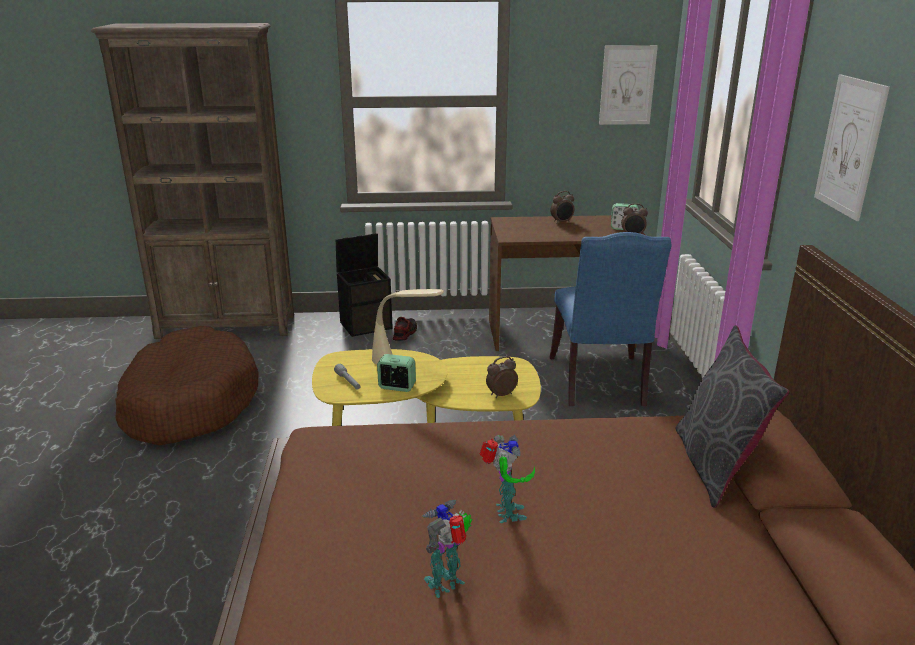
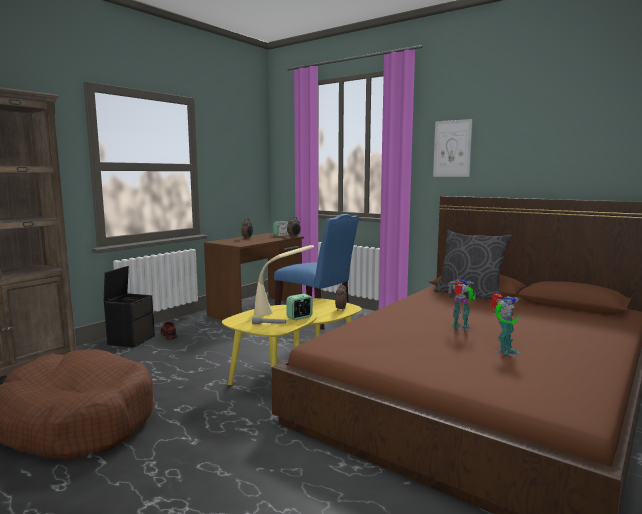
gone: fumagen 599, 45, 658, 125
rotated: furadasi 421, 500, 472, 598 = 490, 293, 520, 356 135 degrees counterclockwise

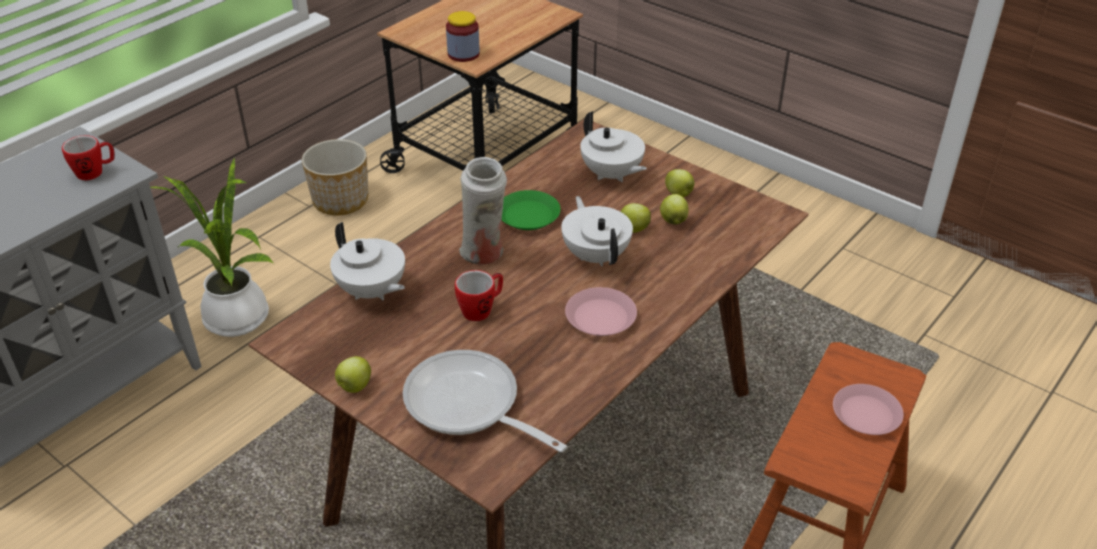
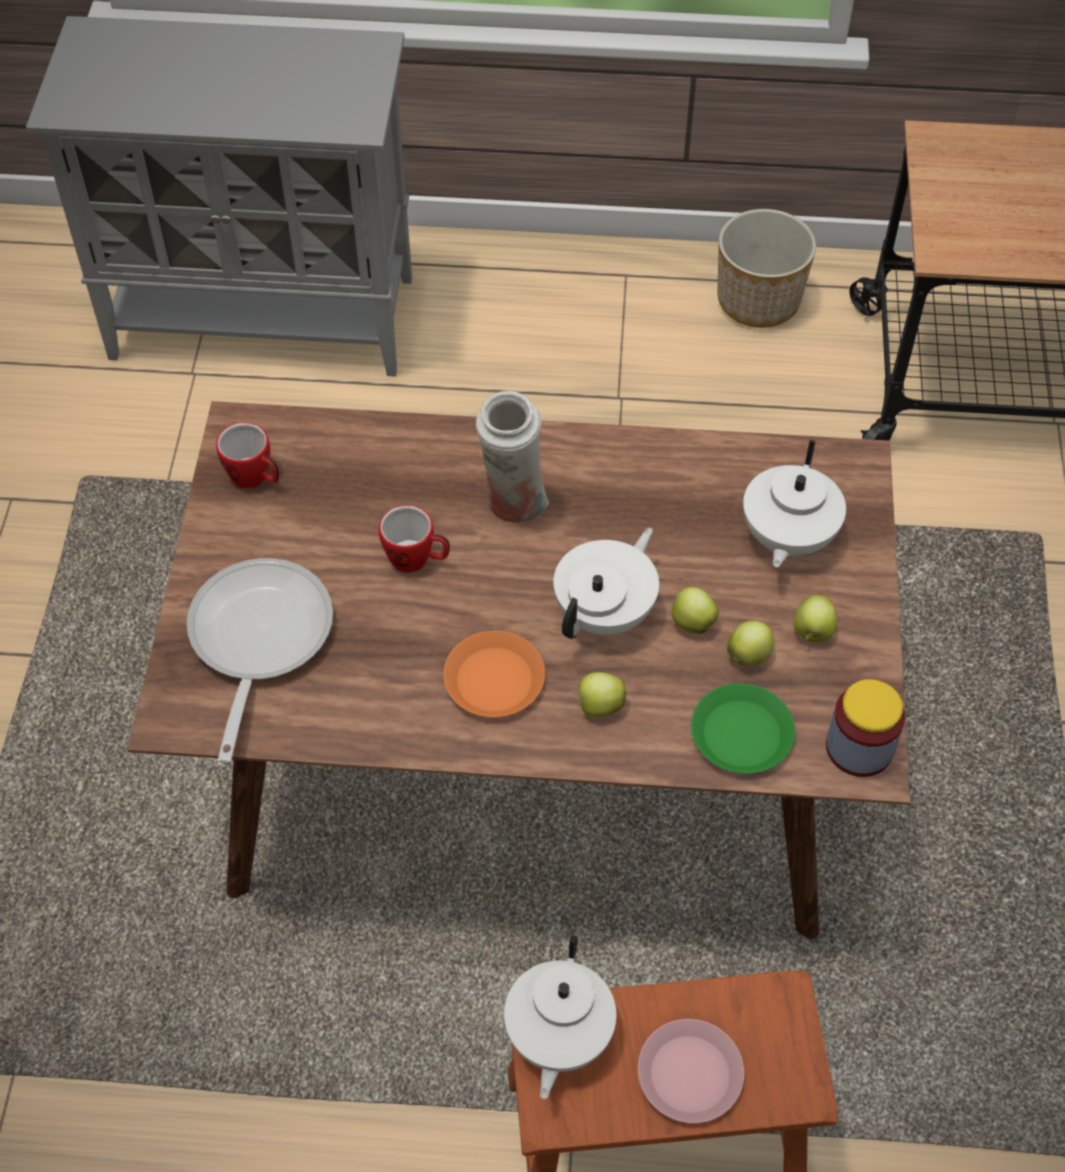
gone: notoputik 150, 157, 275, 337
shifted: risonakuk 446, 11, 480, 62 to 826, 679, 905, 777; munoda 62, 135, 115, 180 to 216, 422, 279, 488; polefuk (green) 502, 190, 561, 230 to 691, 683, 795, 774; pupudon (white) 330, 222, 405, 300 to 504, 935, 616, 1099; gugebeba 335, 356, 371, 393 to 573, 672, 626, 718
repainted: polefuk (pink) 565, 287, 637, 336 to polefuk (orange) 443, 631, 545, 717

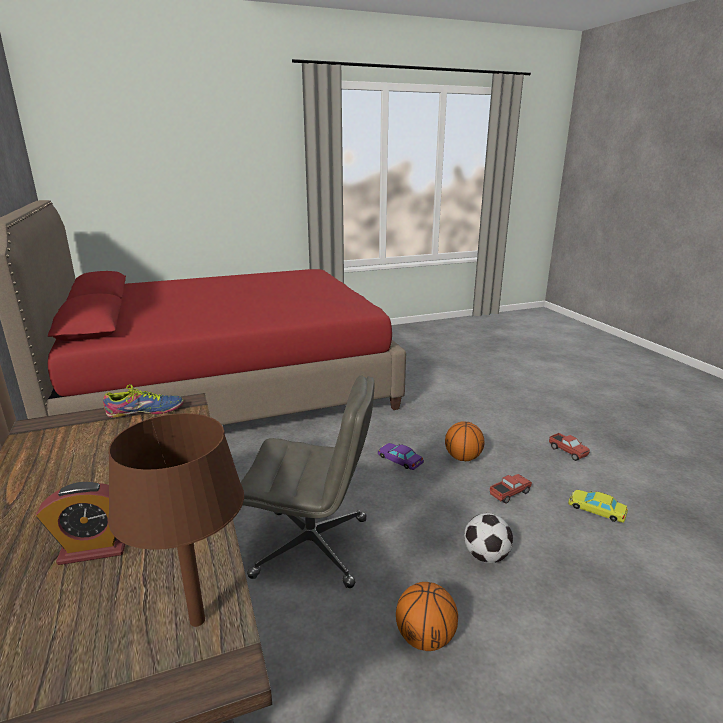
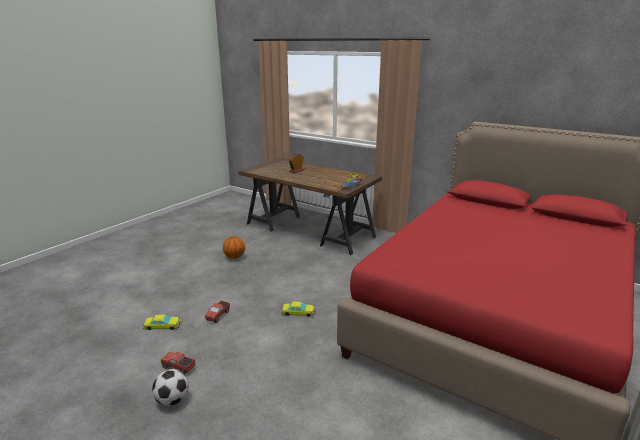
gone: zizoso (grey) 240, 376, 374, 588; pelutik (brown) 108, 413, 244, 627; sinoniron 445, 421, 484, 461
shifted: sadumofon 464, 513, 513, 563 to 152, 369, 189, 406
repainted: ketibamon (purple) 378, 443, 424, 470 to ketibamon (yellow) 281, 301, 315, 317

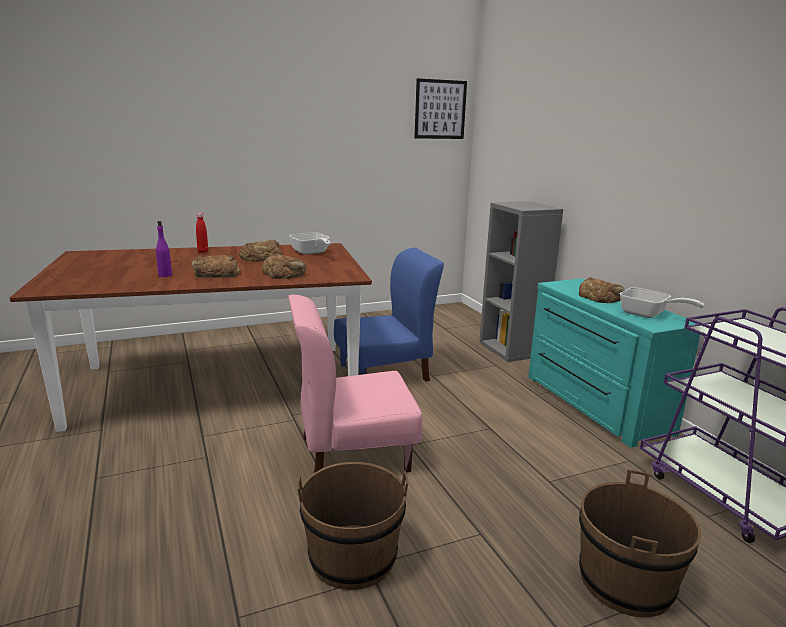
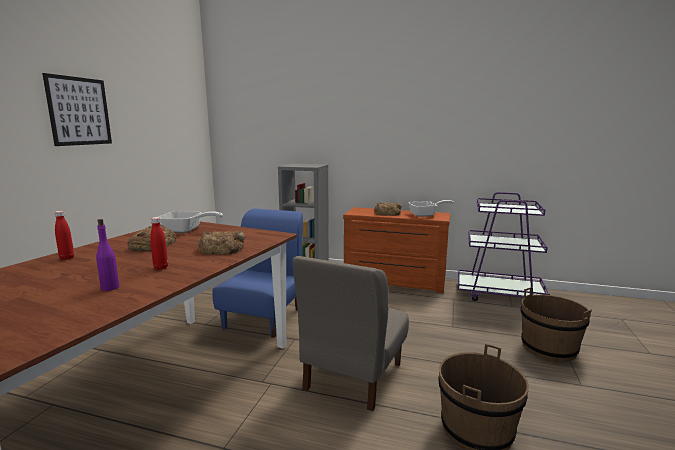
shifted: fumagen 414, 78, 467, 139 to 42, 73, 112, 146
swapped: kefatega 191, 255, 240, 278 to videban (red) 150, 217, 168, 270
repainted: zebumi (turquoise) 528, 278, 700, 448 to zebumi (brown) 343, 207, 450, 294; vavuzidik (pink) 288, 295, 423, 474 to vavuzidik (grey) 292, 256, 409, 411

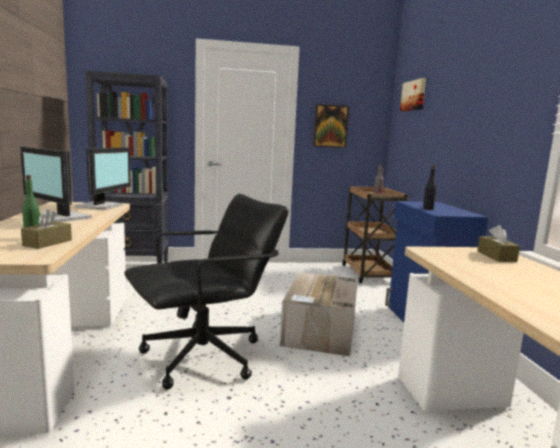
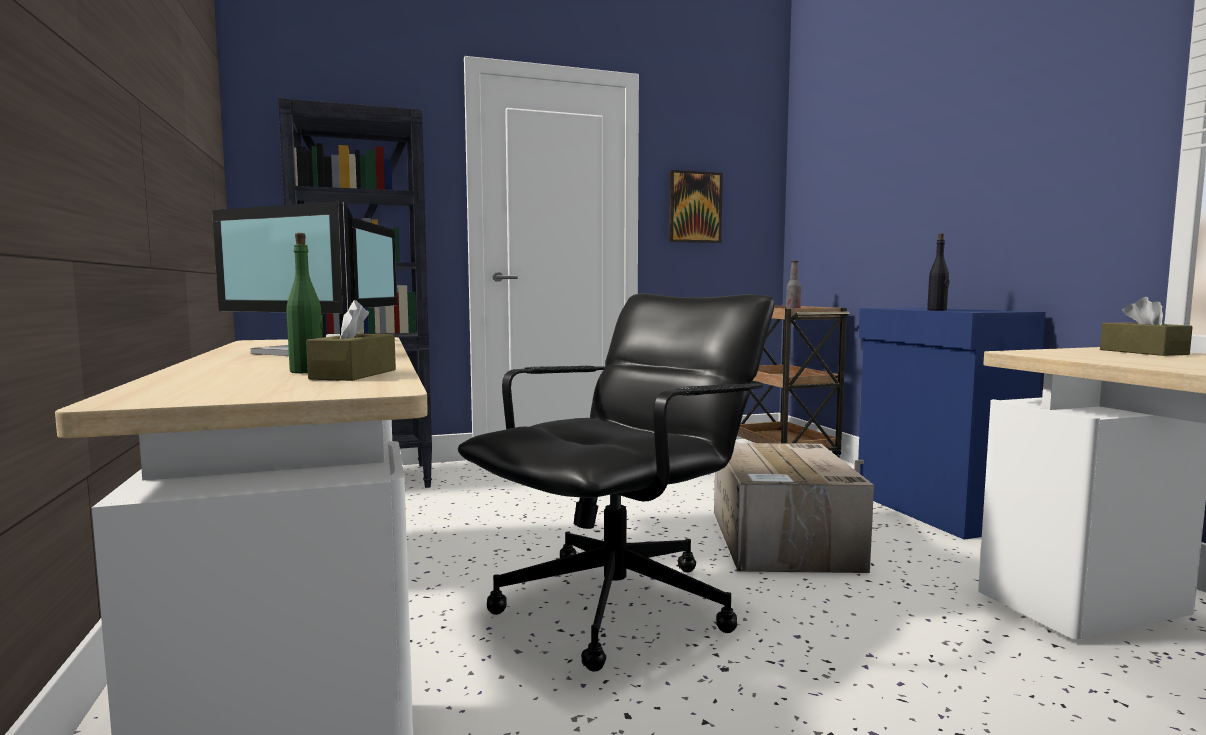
gone: fumagen 400, 78, 426, 112

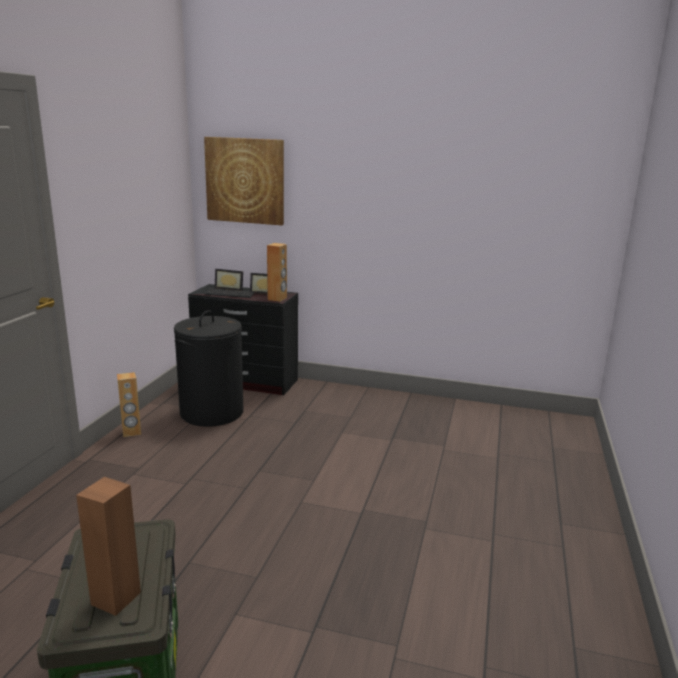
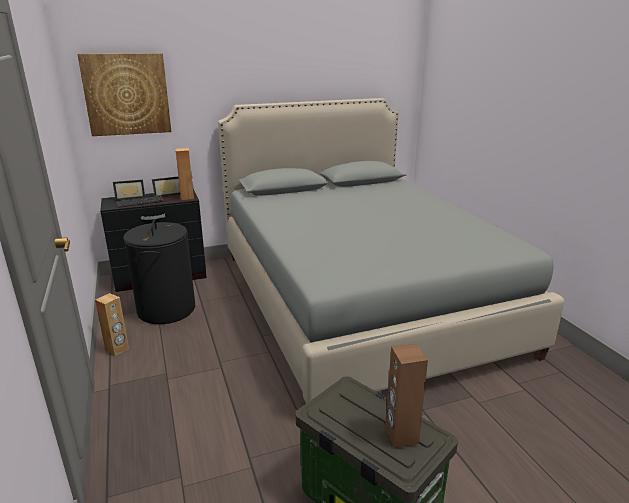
new: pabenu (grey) 218, 98, 565, 404

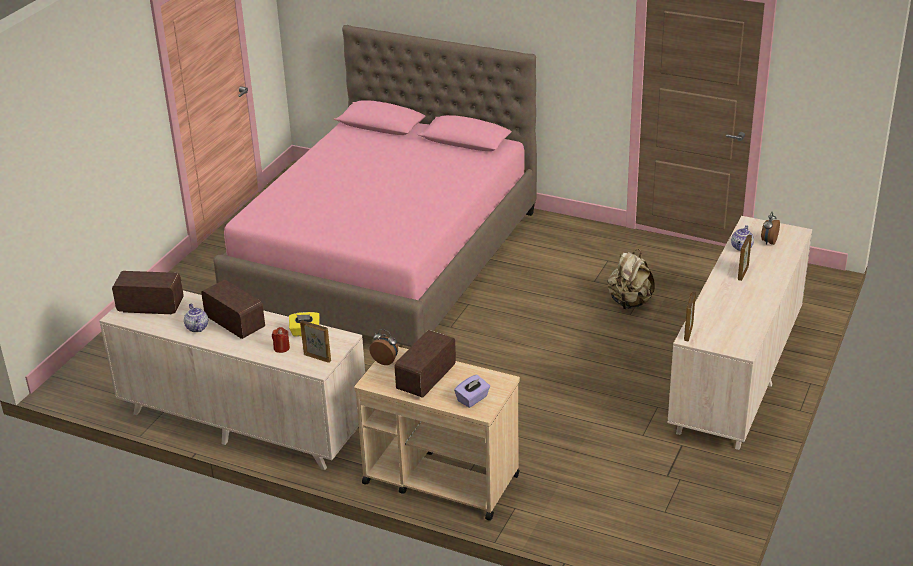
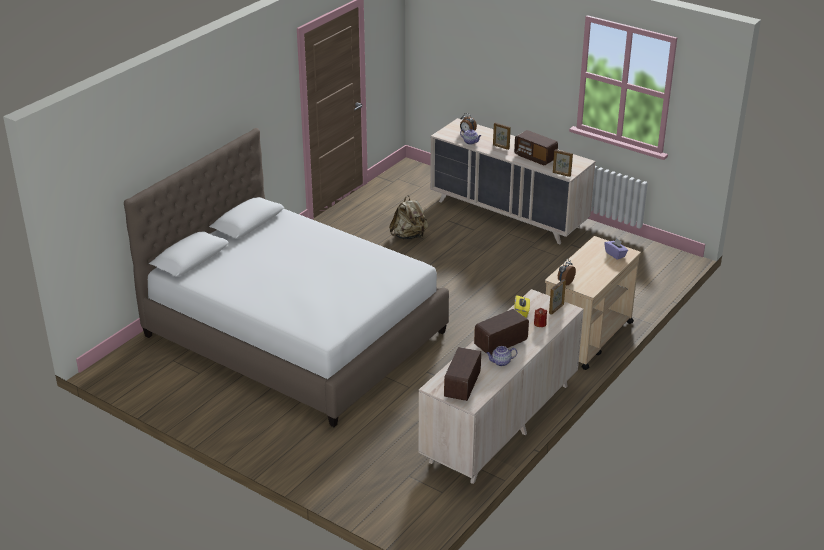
shifted: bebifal 395, 330, 456, 398 to 514, 130, 558, 165
repainted: pabenu (pink) 213, 25, 537, 347 to pabenu (white) 124, 128, 449, 427

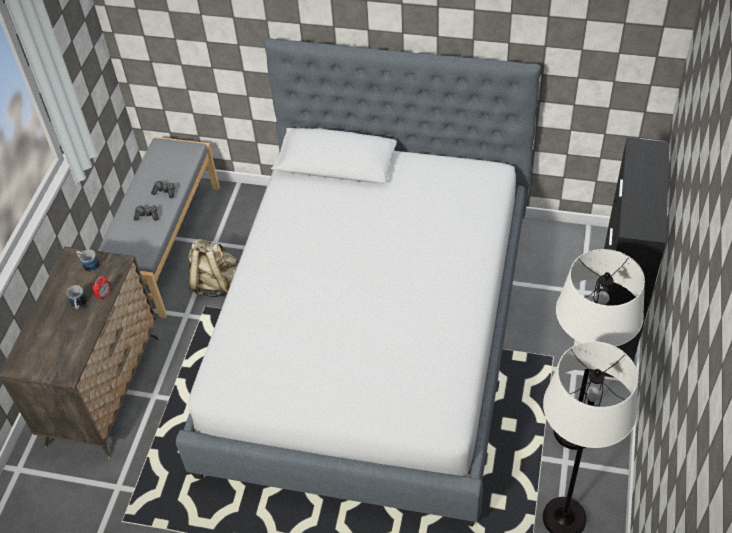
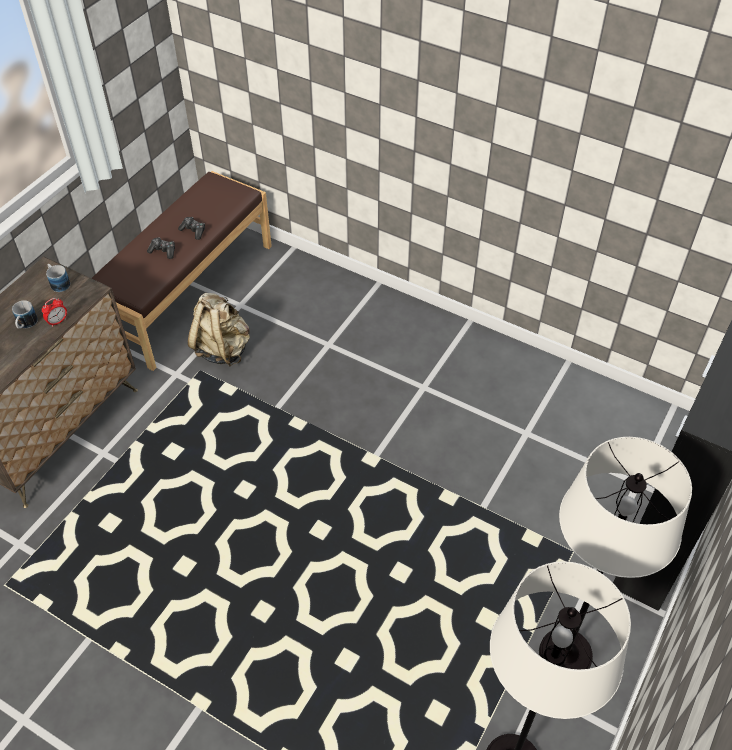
gone: pabenu 176, 38, 541, 527
repainted: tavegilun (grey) 98, 137, 220, 318 to tavegilun (brown) 92, 171, 272, 371

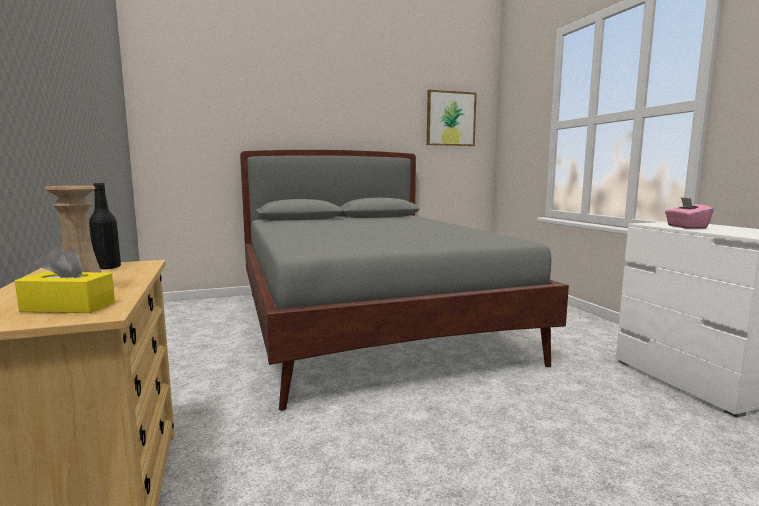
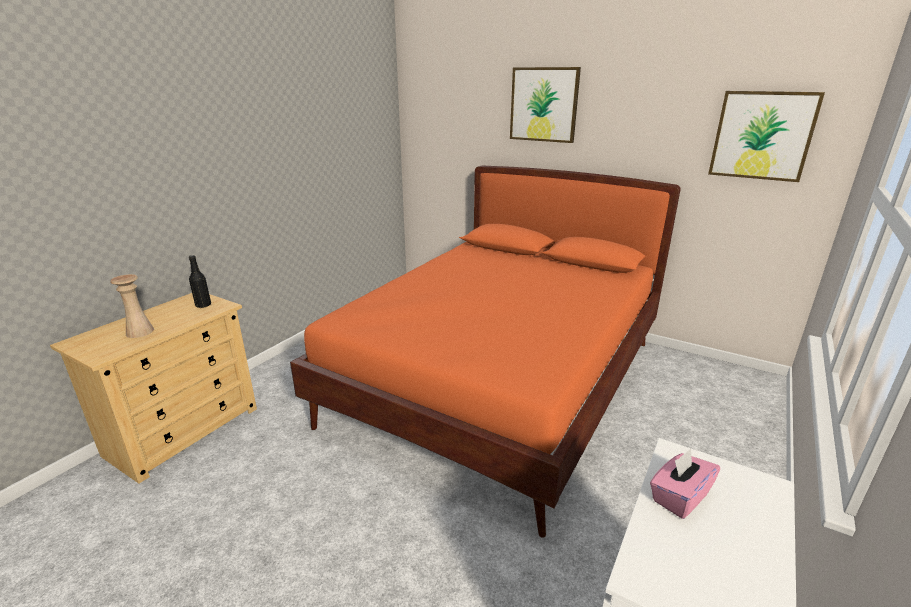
gone: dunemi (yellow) 15, 246, 115, 313
new: fumagen 510, 67, 581, 143
repainted: pabenu (grey) 240, 150, 569, 411 to pabenu (orange) 290, 166, 680, 538

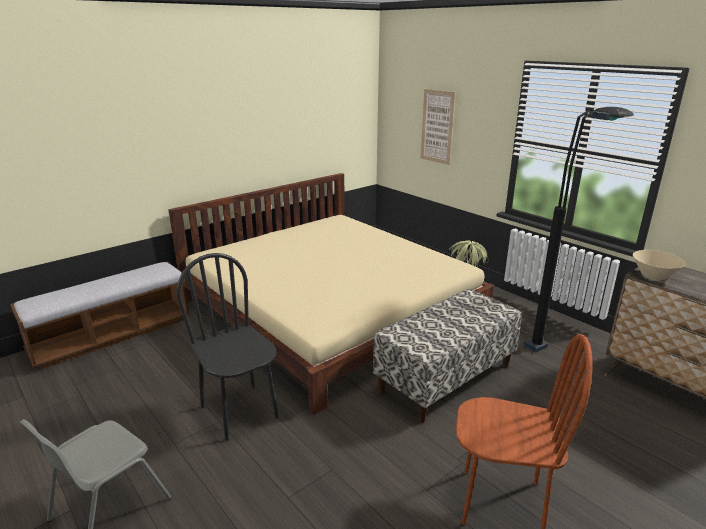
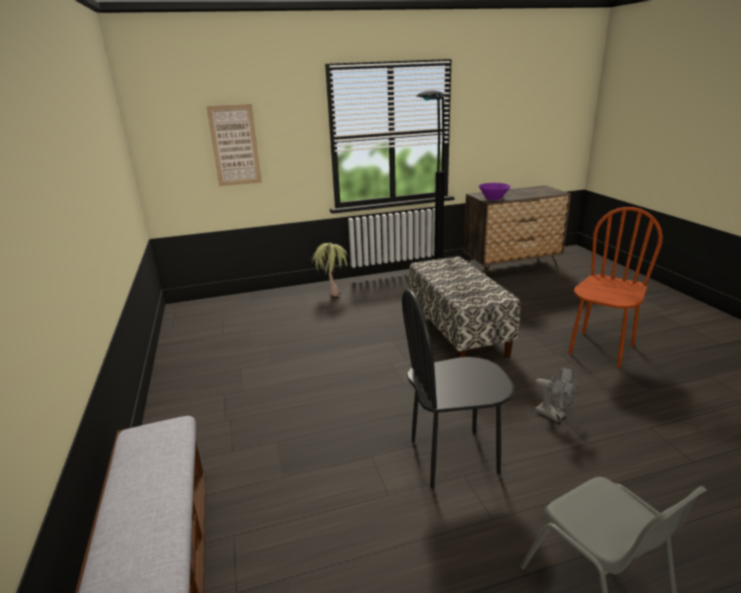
gone: pabenu (beige) 168, 173, 494, 415
new: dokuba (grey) 535, 367, 579, 422
repainted: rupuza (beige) 633, 250, 685, 280 to rupuza (purple) 479, 183, 511, 200

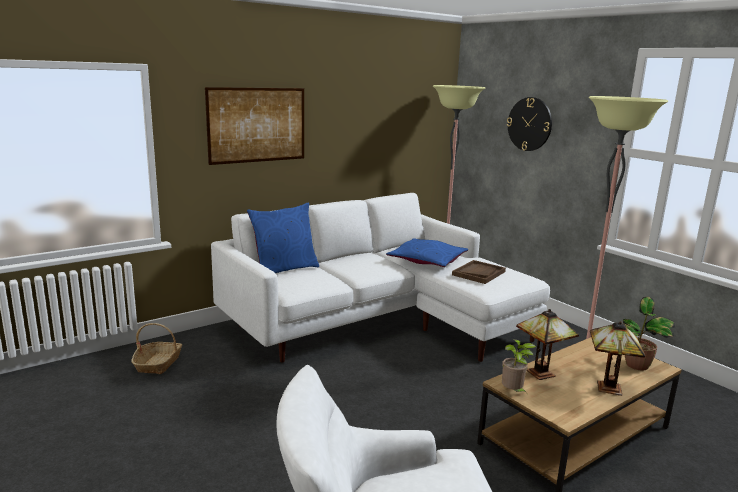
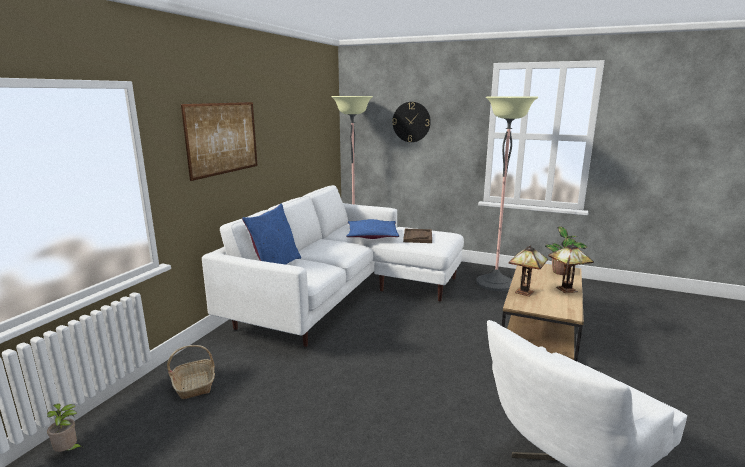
shifted: notoputik 502, 339, 536, 393 to 47, 404, 83, 452

